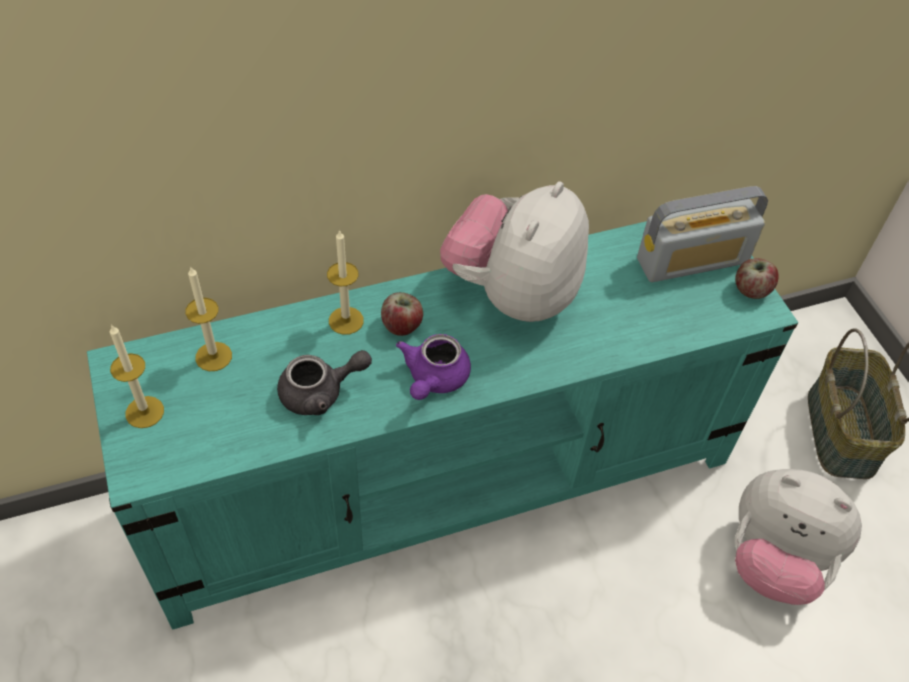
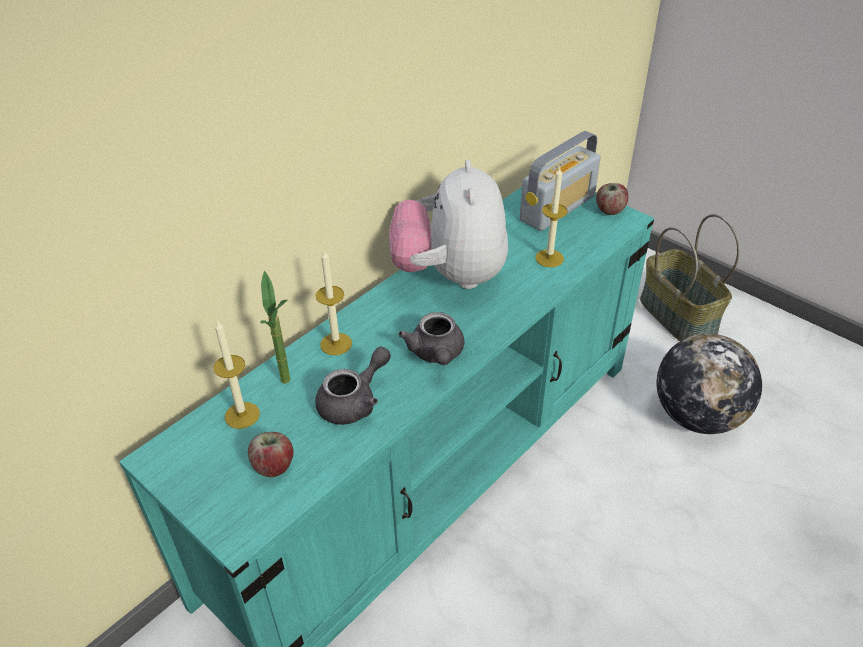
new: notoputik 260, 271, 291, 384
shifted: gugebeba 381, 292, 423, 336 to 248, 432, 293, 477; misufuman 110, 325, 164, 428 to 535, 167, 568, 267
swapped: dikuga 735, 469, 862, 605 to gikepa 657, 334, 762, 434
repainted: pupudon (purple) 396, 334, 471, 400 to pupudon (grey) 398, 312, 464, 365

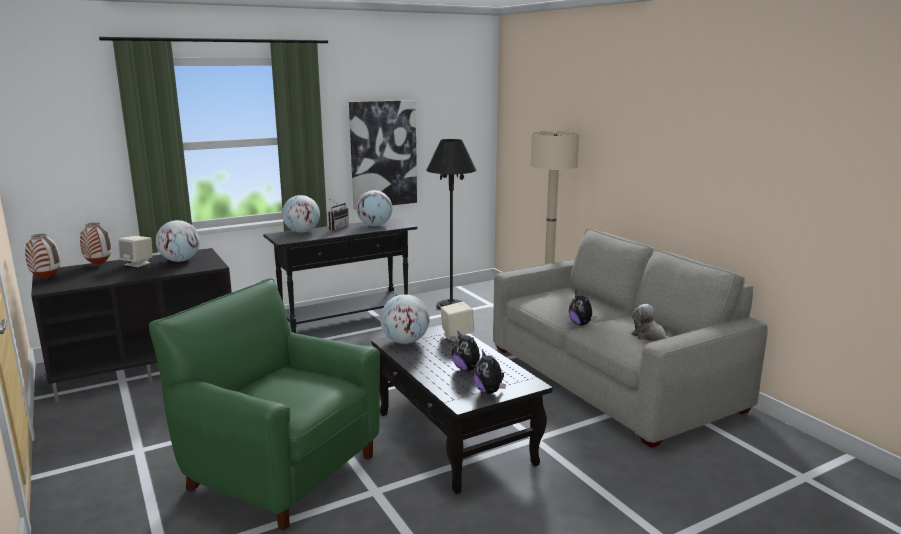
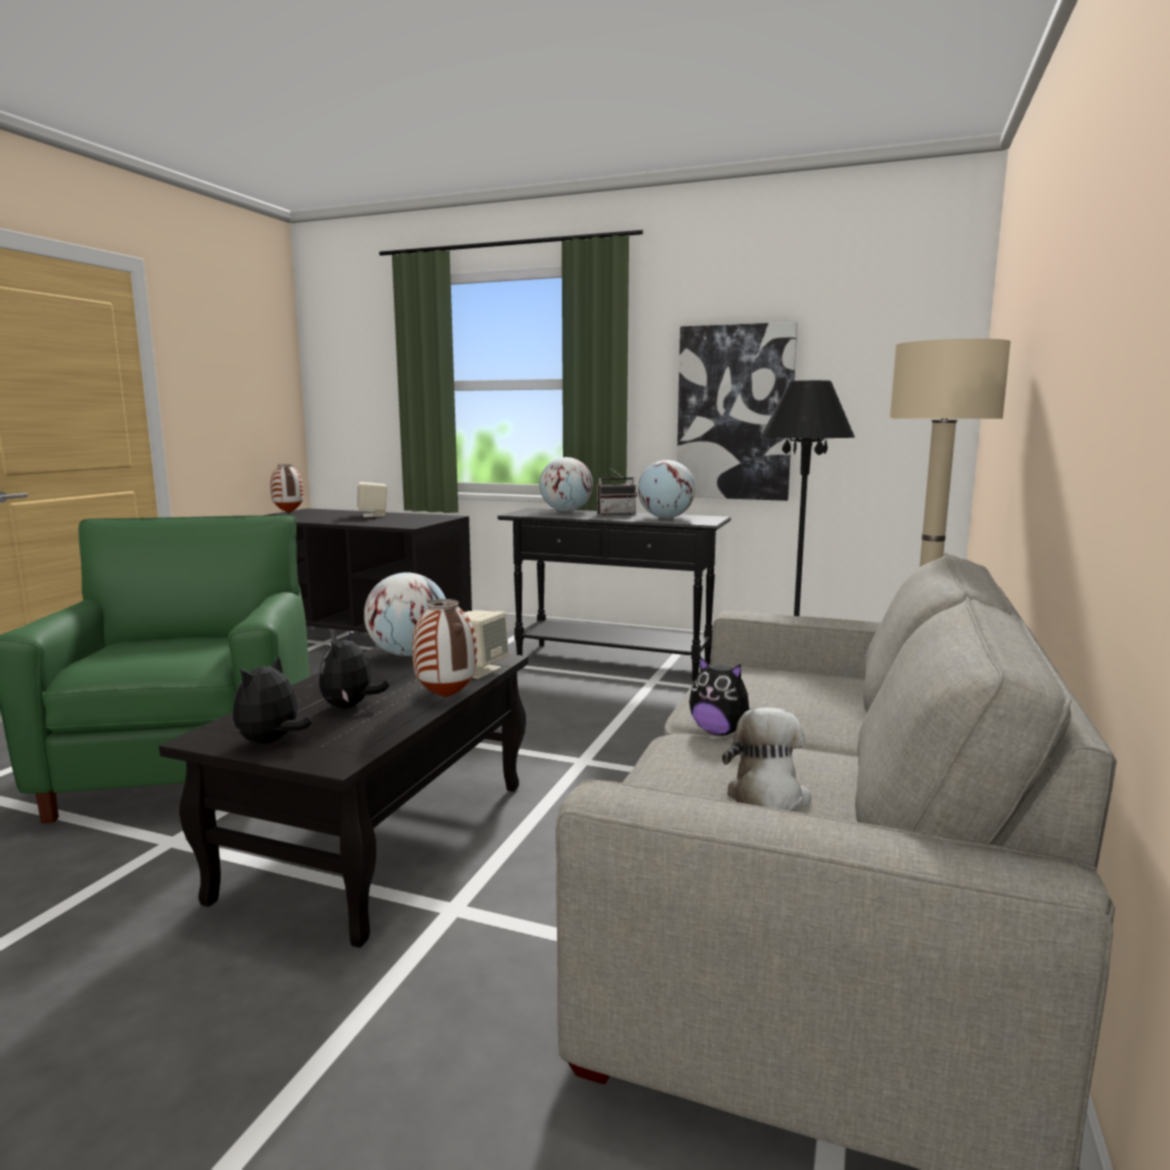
gone: gikepa 156, 220, 200, 262
shifted: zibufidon 80, 223, 112, 265 to 412, 599, 477, 698
rotated: dikuga 569, 292, 596, 326 = 689, 656, 754, 736 75 degrees counterclockwise

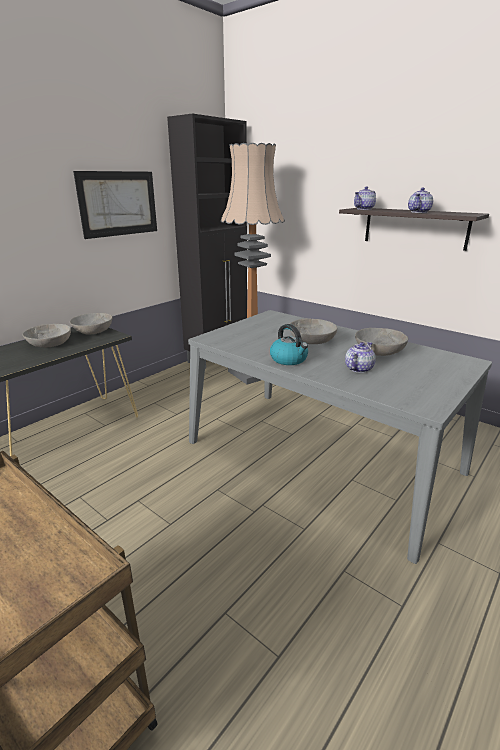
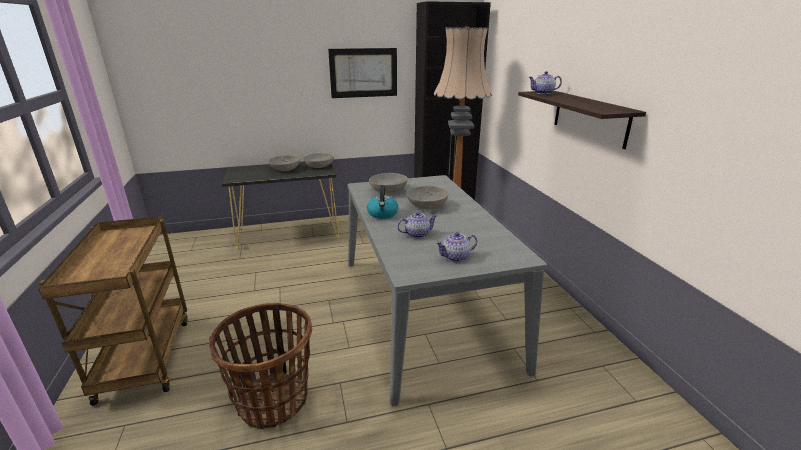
new: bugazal 209, 303, 312, 429
shifted: pupudon 408, 188, 433, 213 to 435, 232, 477, 262; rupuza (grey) 355, 328, 408, 356 to 369, 173, 408, 193

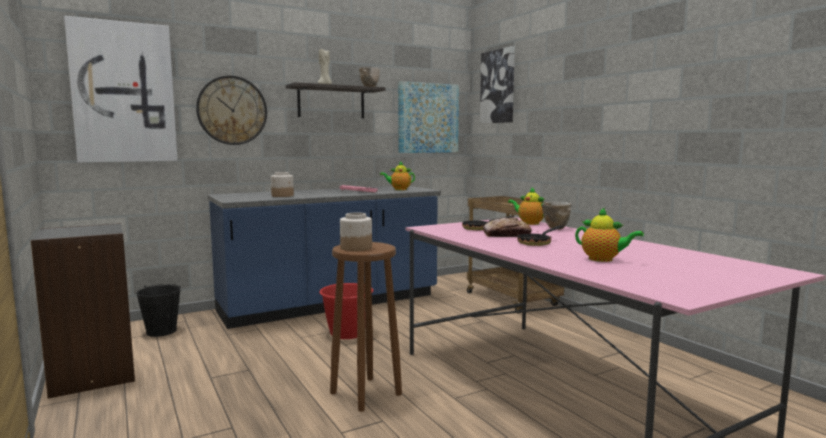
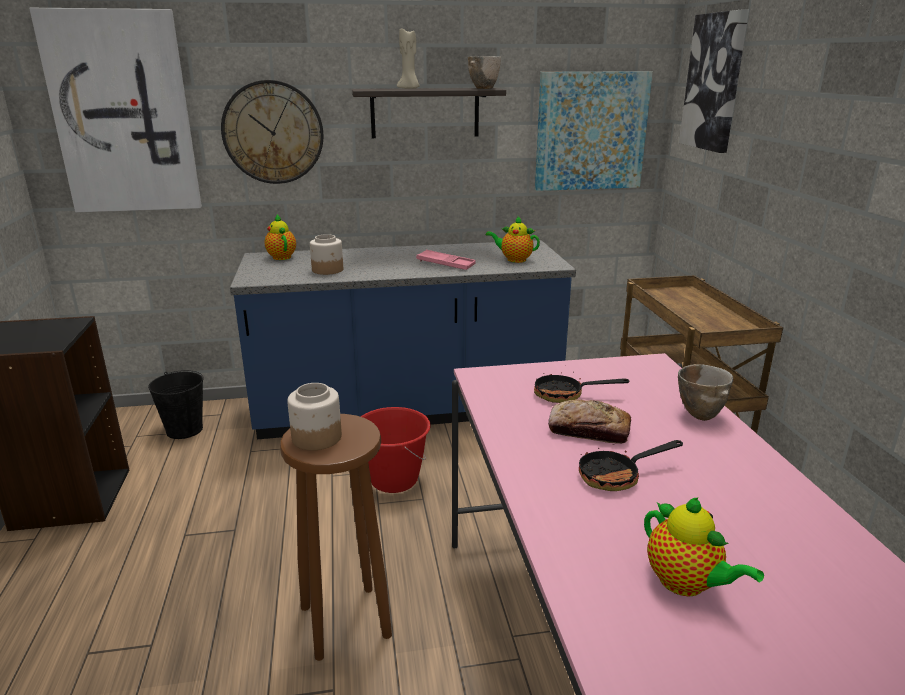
shifted: pupudon 508, 187, 545, 225 to 264, 214, 296, 260

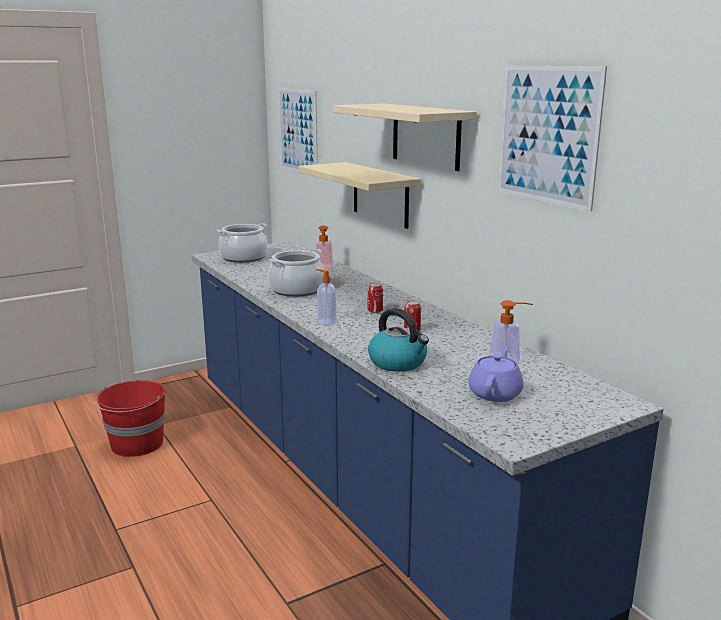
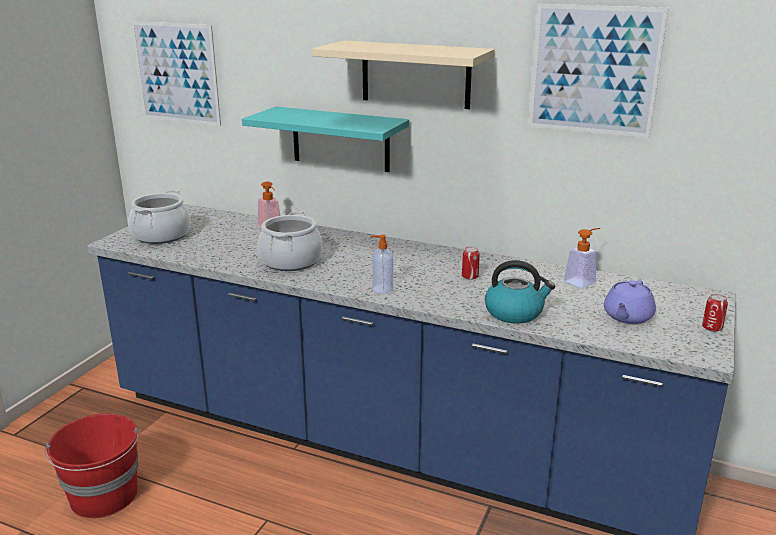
shifted: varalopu 368, 283, 383, 313 to 702, 294, 728, 332
repainted: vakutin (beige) 299, 162, 421, 229 to vakutin (turquoise) 242, 107, 409, 172
rotated: pupudon (purple) 468, 347, 524, 402 = 604, 280, 656, 324 135 degrees counterclockwise

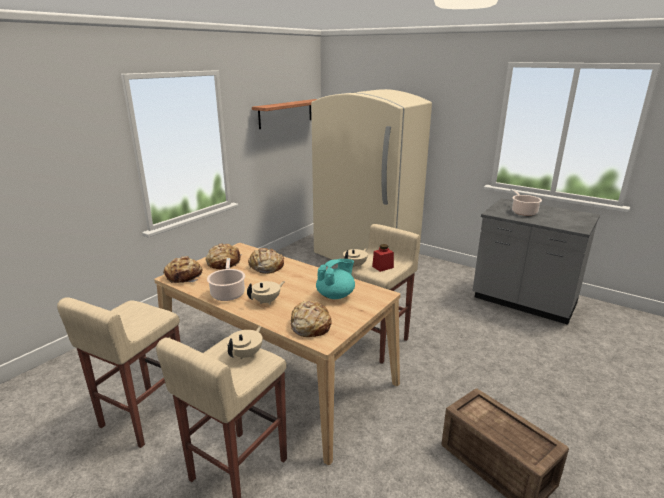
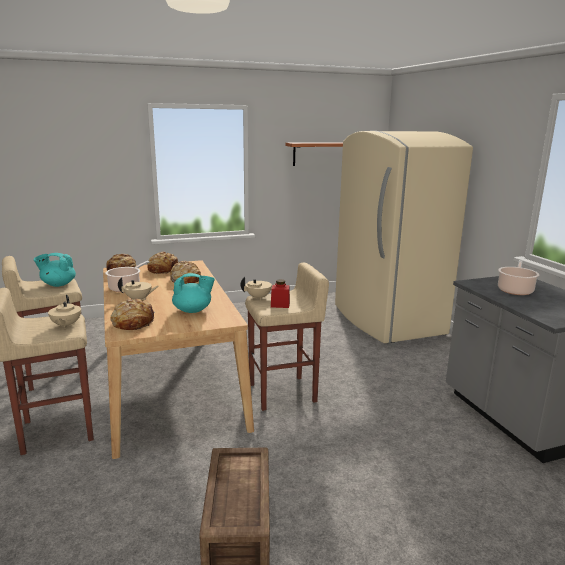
new: pupudon (turquoise) 34, 253, 76, 287
rotated: pupudon (beige) 227, 326, 262, 359 = 48, 295, 81, 329 105 degrees clockwise

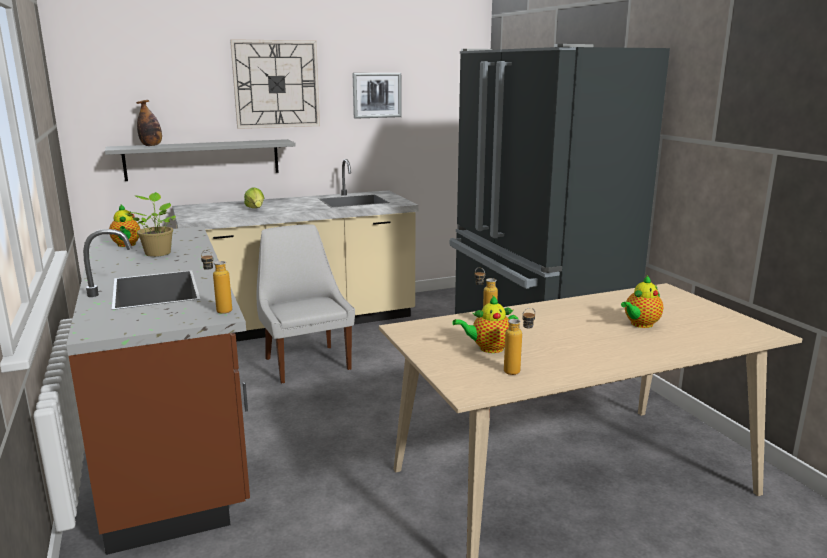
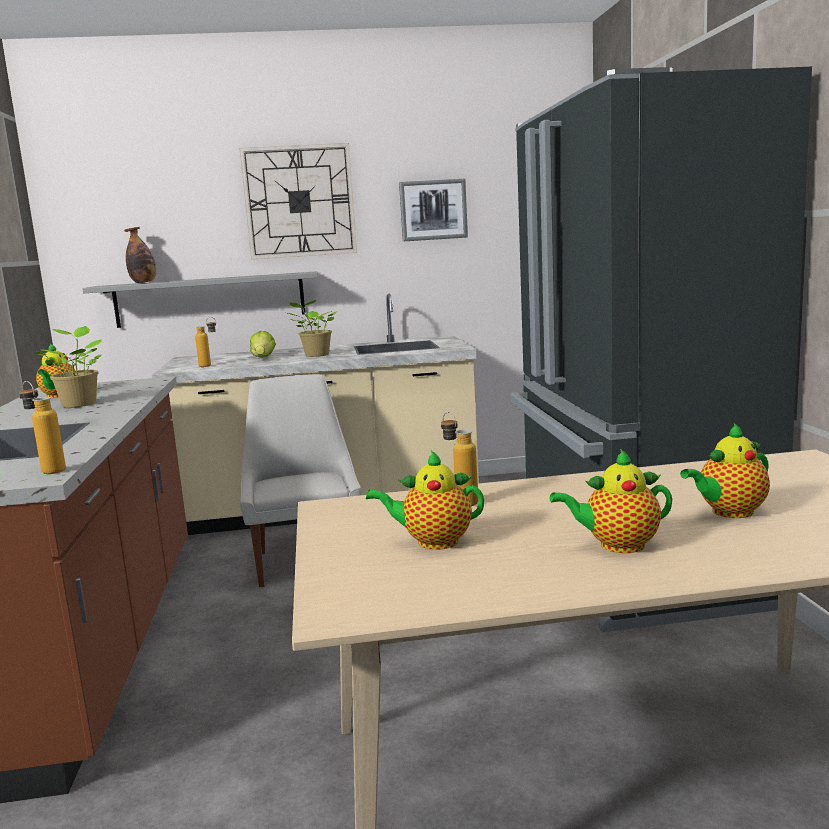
new: notoputik 288, 300, 337, 357; pupudon 549, 449, 672, 553
shifted: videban 504, 308, 536, 375 to 195, 317, 216, 367

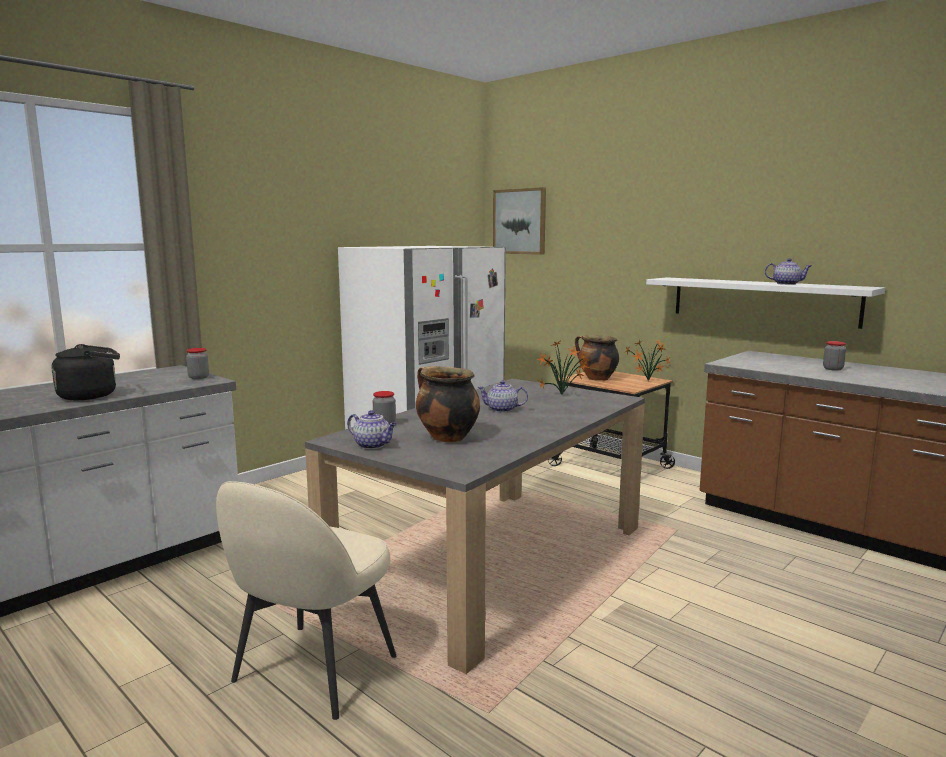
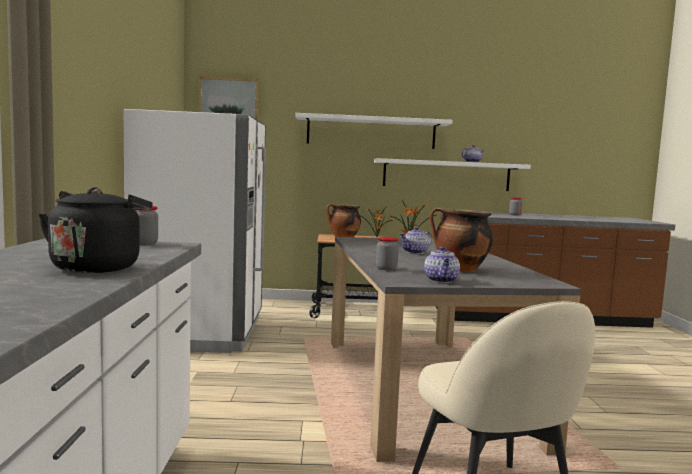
new: vakutin (white) 295, 113, 452, 149
rotated: pupudon 347, 410, 396, 449 = 424, 246, 460, 283 105 degrees clockwise

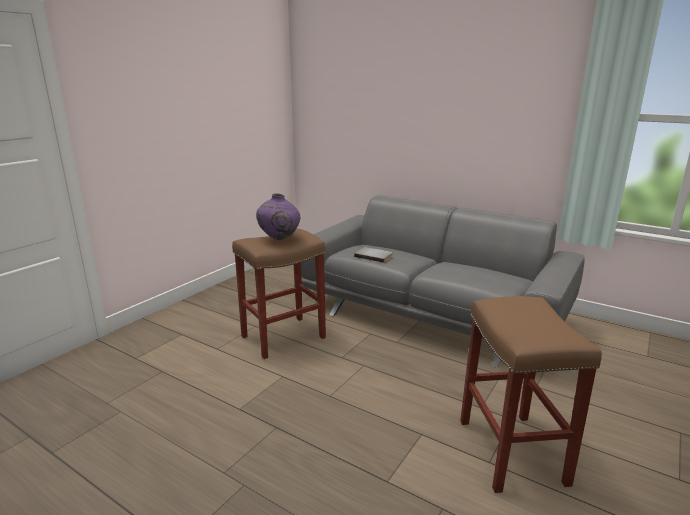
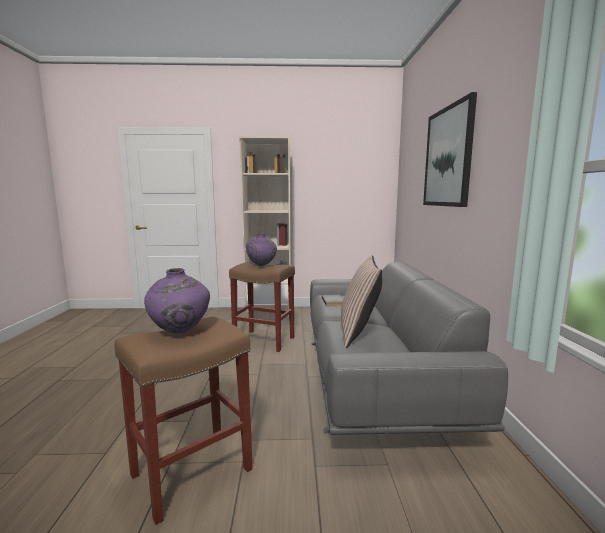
new: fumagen 423, 92, 477, 207; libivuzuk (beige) 239, 136, 291, 319; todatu 341, 255, 382, 348; zibufidon (purple) 144, 268, 210, 333

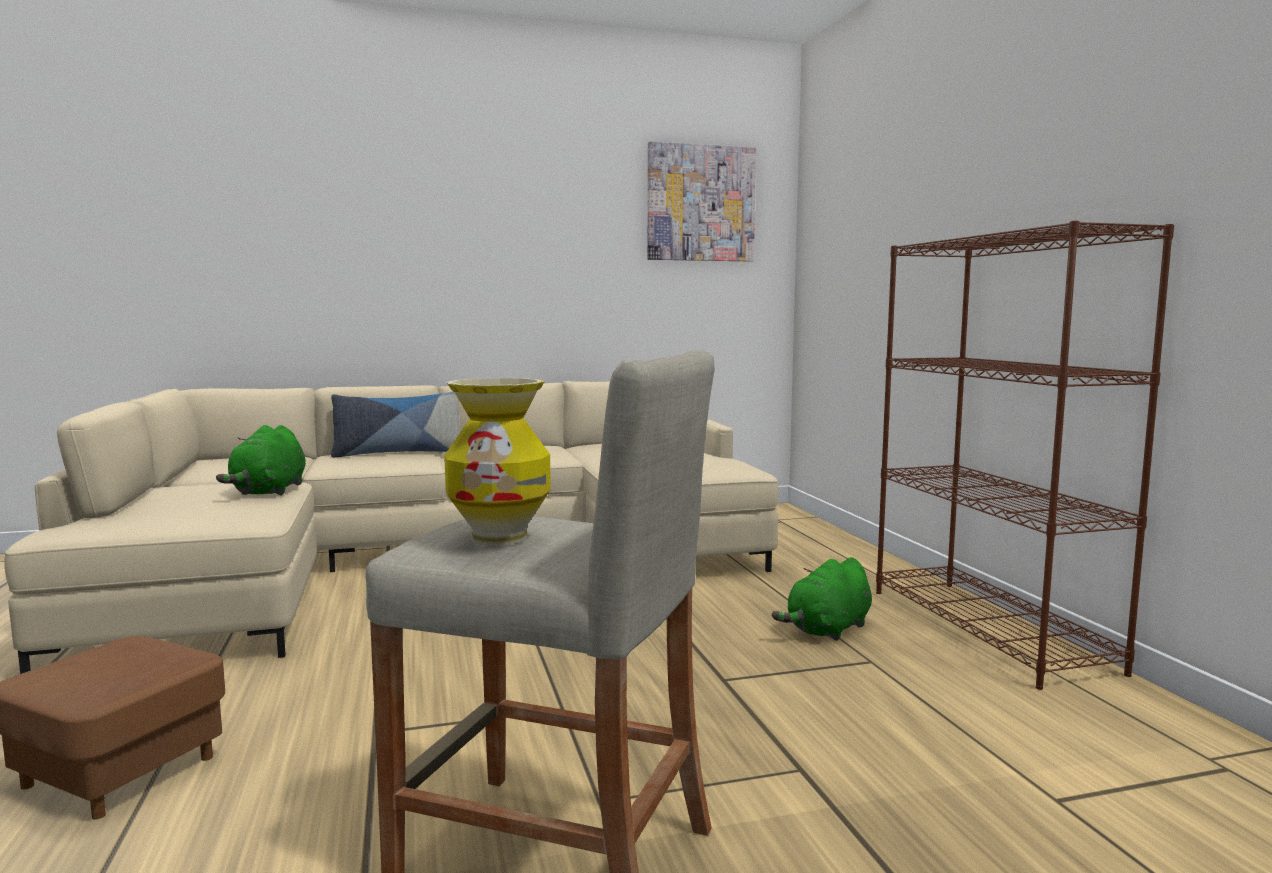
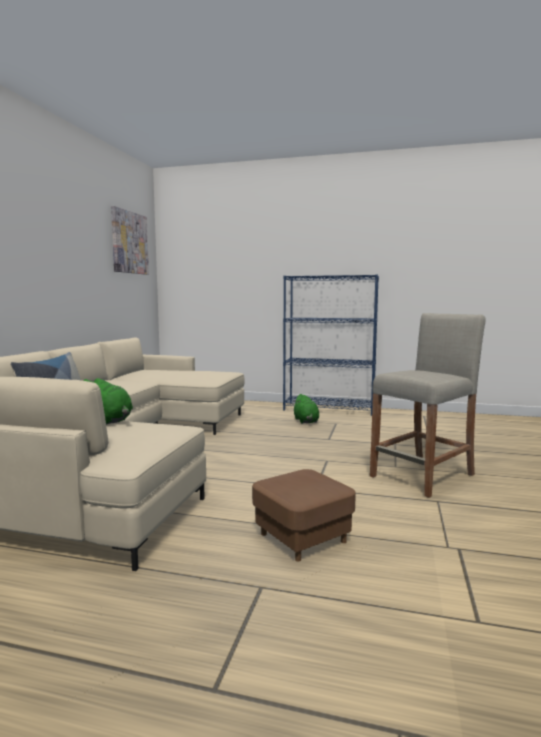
gone: zibufidon 444, 378, 551, 545
repainted: libivuzuk (brown) 876, 221, 1174, 690 to libivuzuk (blue) 283, 274, 379, 416

